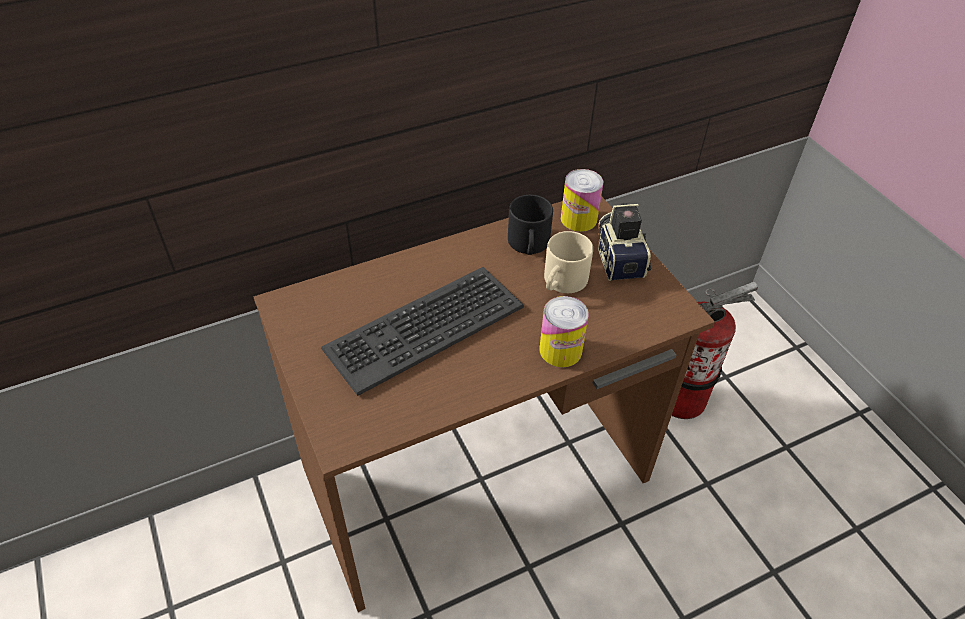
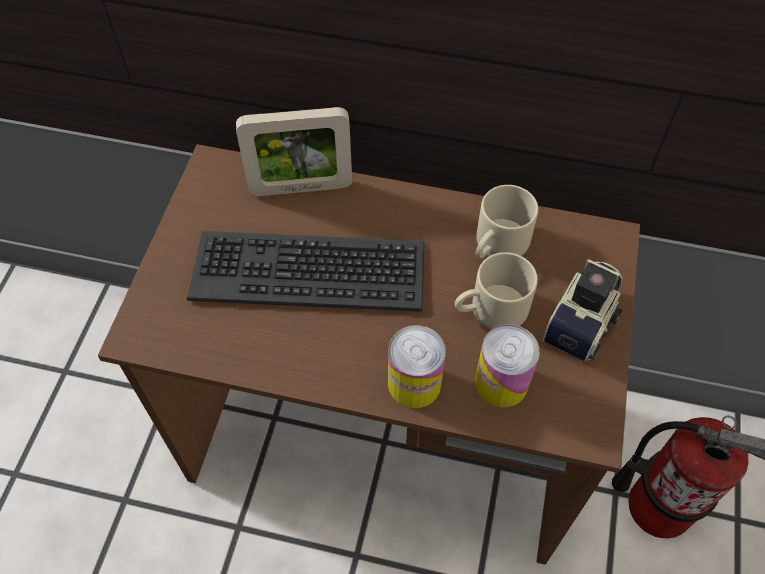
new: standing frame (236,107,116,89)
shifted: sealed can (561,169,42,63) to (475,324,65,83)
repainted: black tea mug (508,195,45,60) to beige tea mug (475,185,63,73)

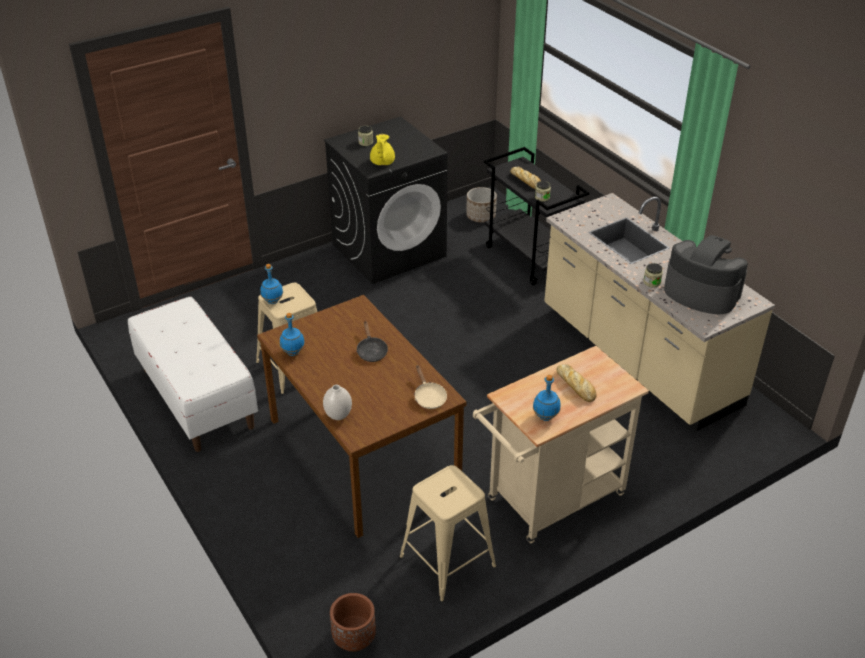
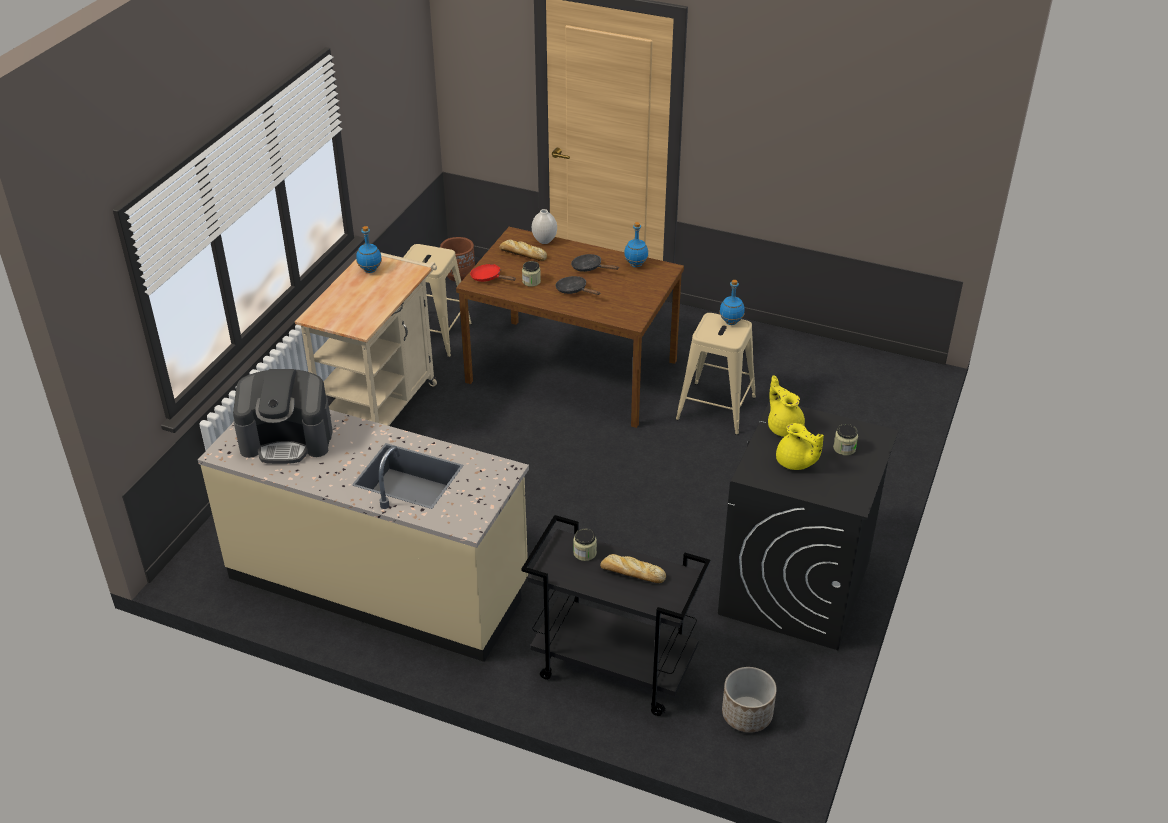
gone: white bench (128,296,130,156)
new: black frying pan (571,254,48,18); yellow-coloured tea pot (776,423,48,47)
shifted: bread (556,364,41,38) to (500,240,47,21); storage jar (643,263,20,24) to (522,261,19,26)
repainted: beige frying pan (414,366,33,43) to red frying pan (470,264,46,18)

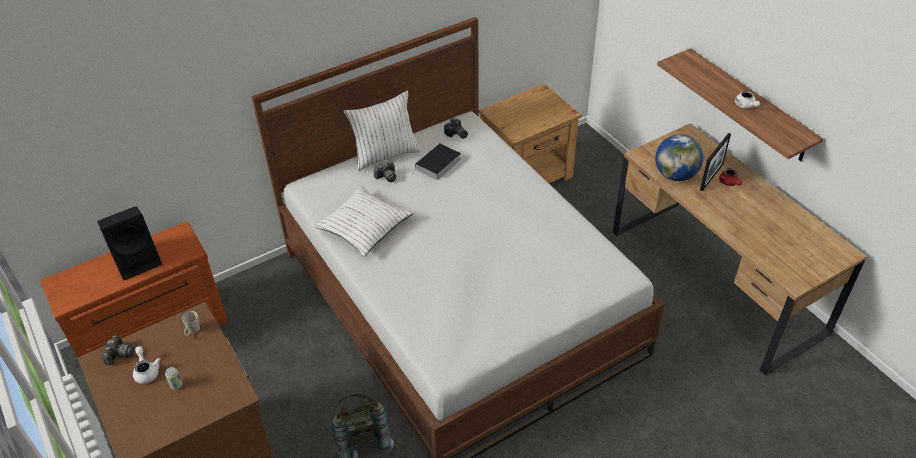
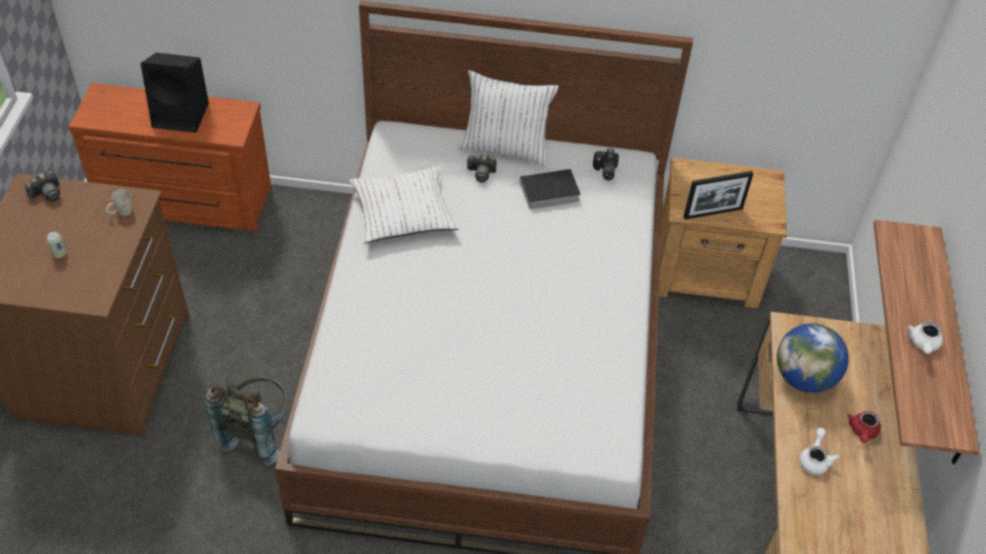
shifted: white tea pot (133,346,28,38) to (799,428,41,47); standing frame (700,133,31,58) to (683,171,71,48)

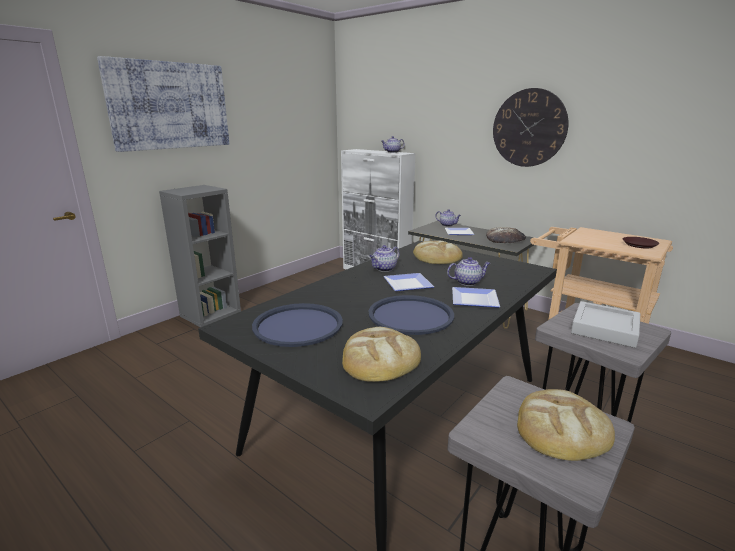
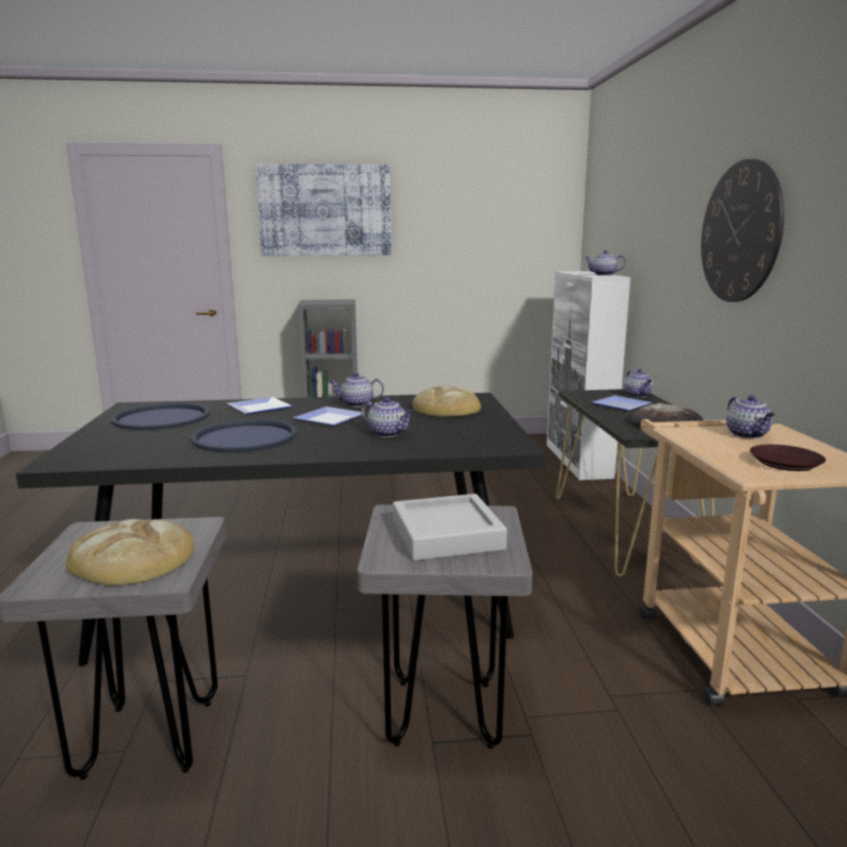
gone: bread (342,327,79,55)
new: tea pot (726,395,49,44)
shifted: dinner plate (452,287,48,21) to (227,397,65,17)

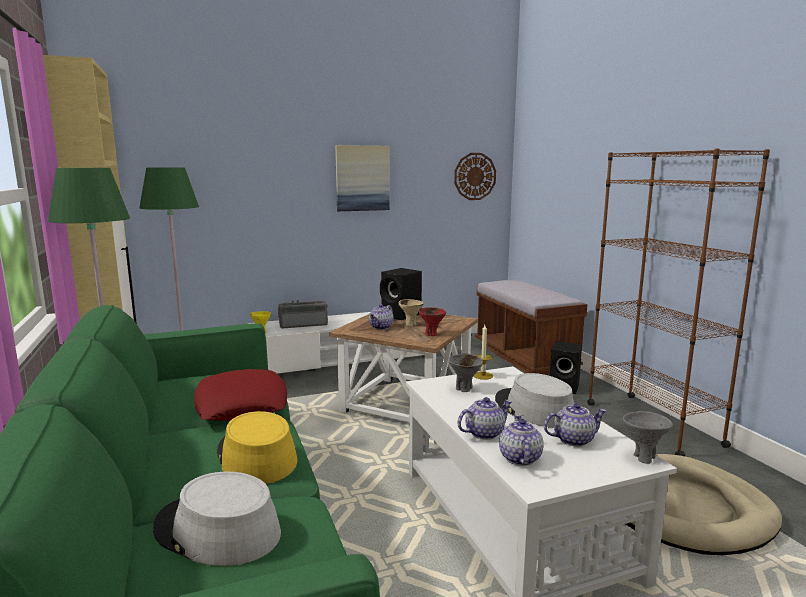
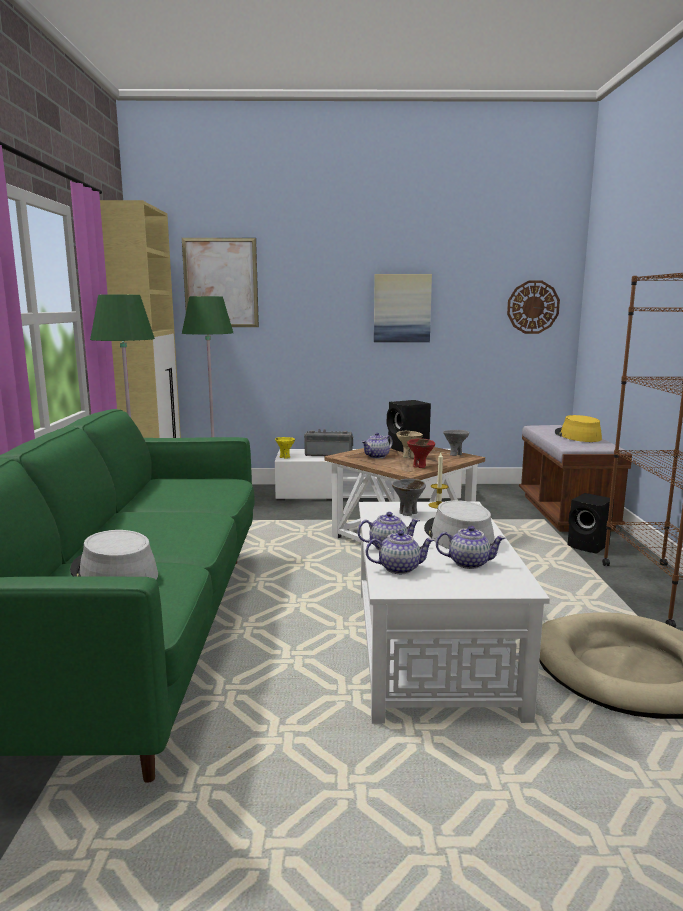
gone: red cushion (194,369,93,52)
new: wall picture (182,238,77,89)
shifted: yellow-coloured clothing hat (217,411,81,73) to (555,415,47,27); greyish deep dish (623,411,50,53) to (443,430,26,26)
rotated: tea pot (499,415,44,51) = (366,530,68,44) 60 degrees clockwise

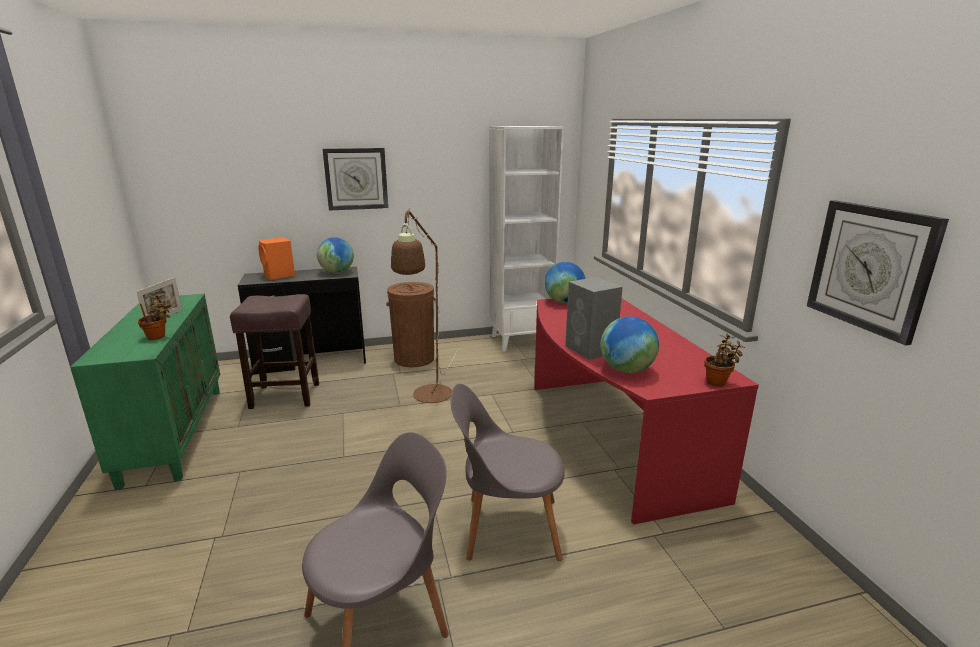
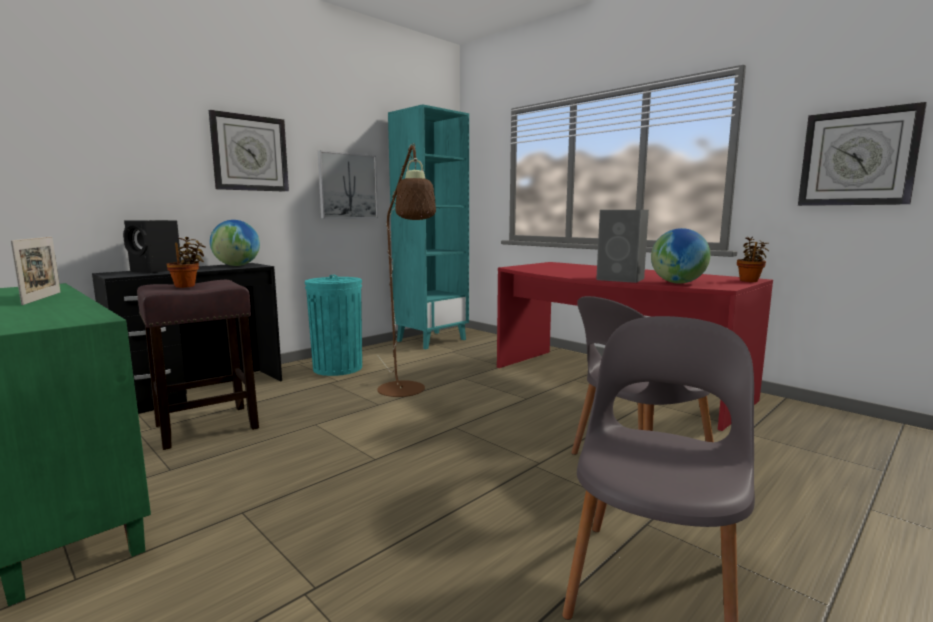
gone: desk globe (544,262,42,41)
new: wall picture (318,150,60,69)
shifted: potted plant (138,294,32,46) to (167,237,39,51)
repainted: orange audio speaker (258,237,37,43) to black audio speaker (123,220,58,53); brown trash can (386,282,49,85) to blue-green trash can (305,275,57,101); white bookshelf (490,126,74,226) to blue-green bookshelf (388,104,81,246)

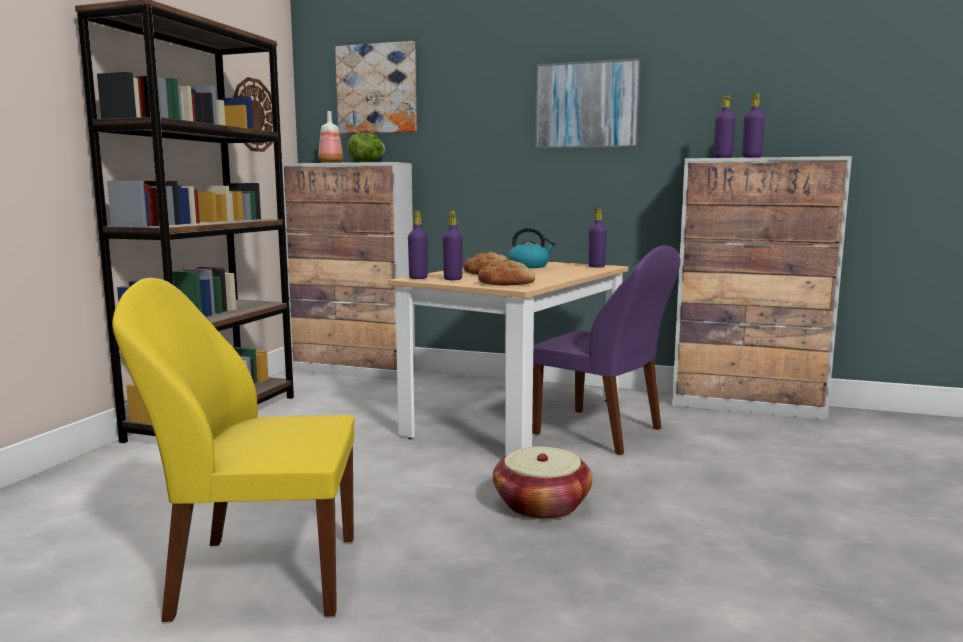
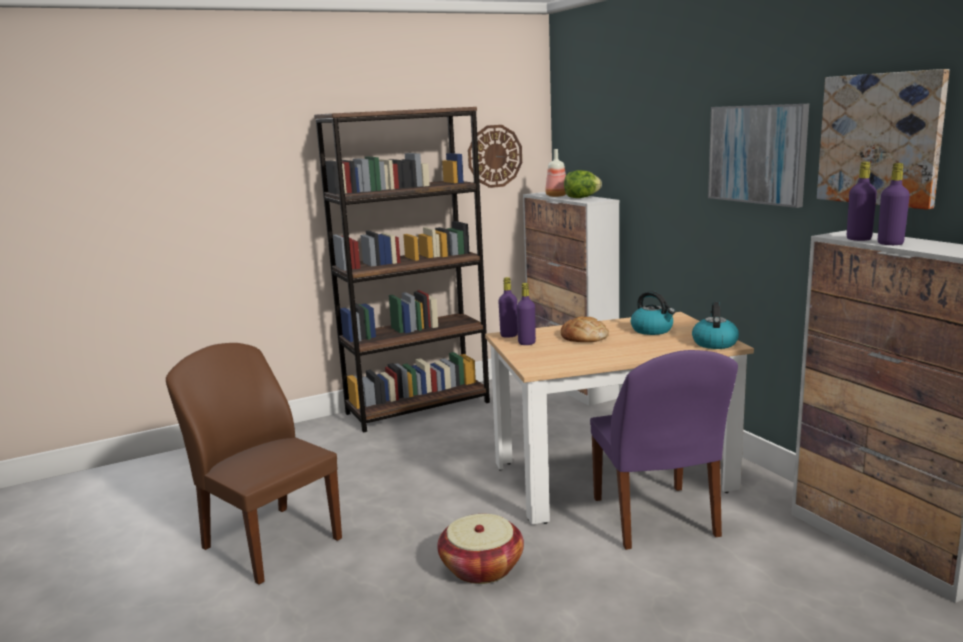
gone: bread (478,259,57,26)
shifted: wall picture (335,41,82,93) to (817,69,133,141)
swapped: purplish beverage bottle (588,208,19,60) to tea kettle (692,302,47,47)
repainted: yellow-coloured plain chair (112,278,243,344) to brown plain chair (166,343,176,242)

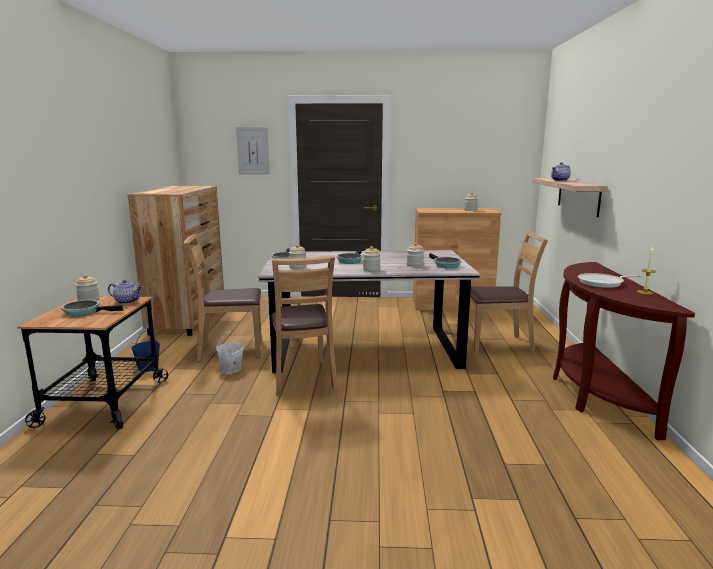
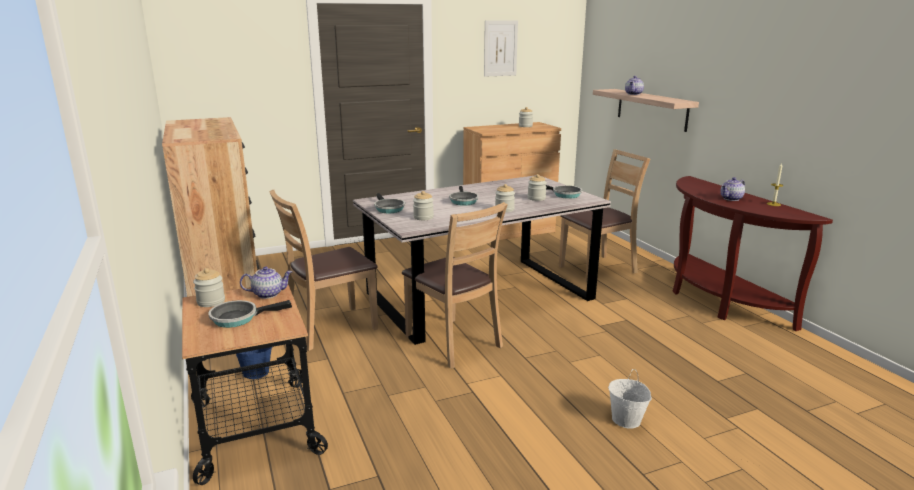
shifted: white bucket (216,332,28,41) to (608,369,44,60); wall picture (236,127,34,48) to (484,20,34,57)
swapped: frying pan (578,273,63,15) to tea pot (720,177,25,24)

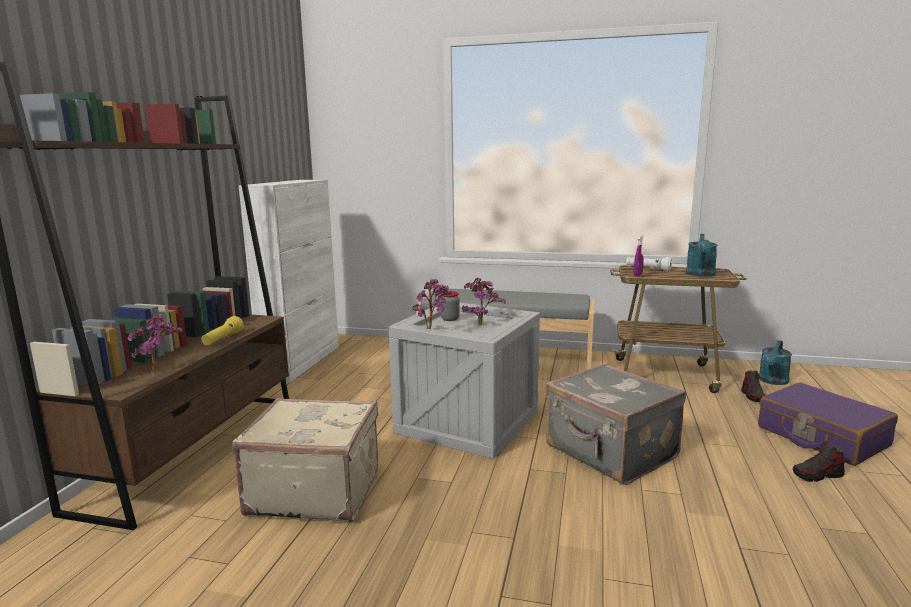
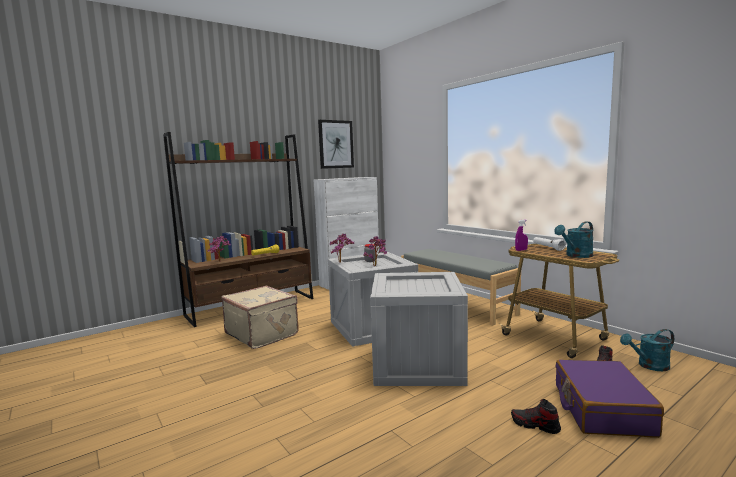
new: wall picture (318,120,36,49)
swapped: greyish suitcase (545,364,141,121) to packing crate (370,272,98,114)

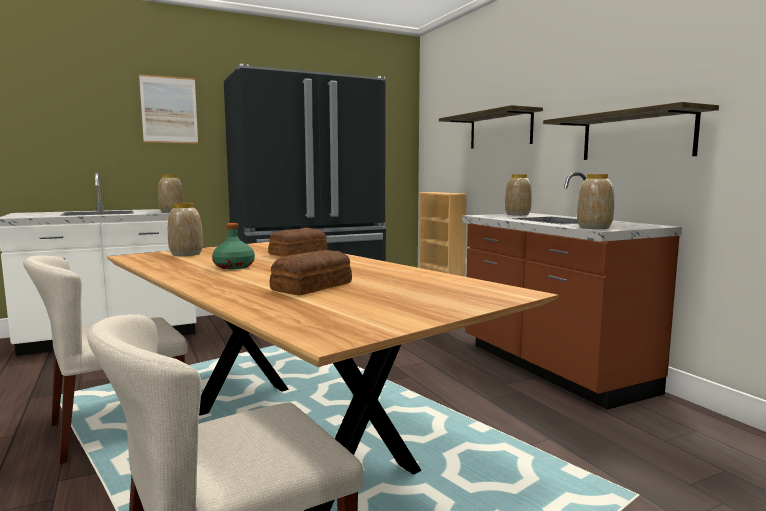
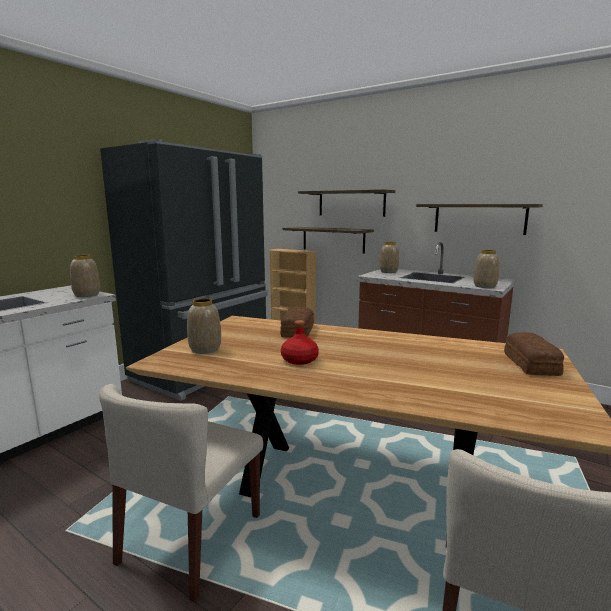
gone: wall picture (139,74,59,70)
new: shelf (282,227,92,27)
shifted: bread (270,250,82,45) to (504,332,60,44)
repainted: greenish beverage bottle (212,223,43,46) to red beverage bottle (281,320,38,45)

